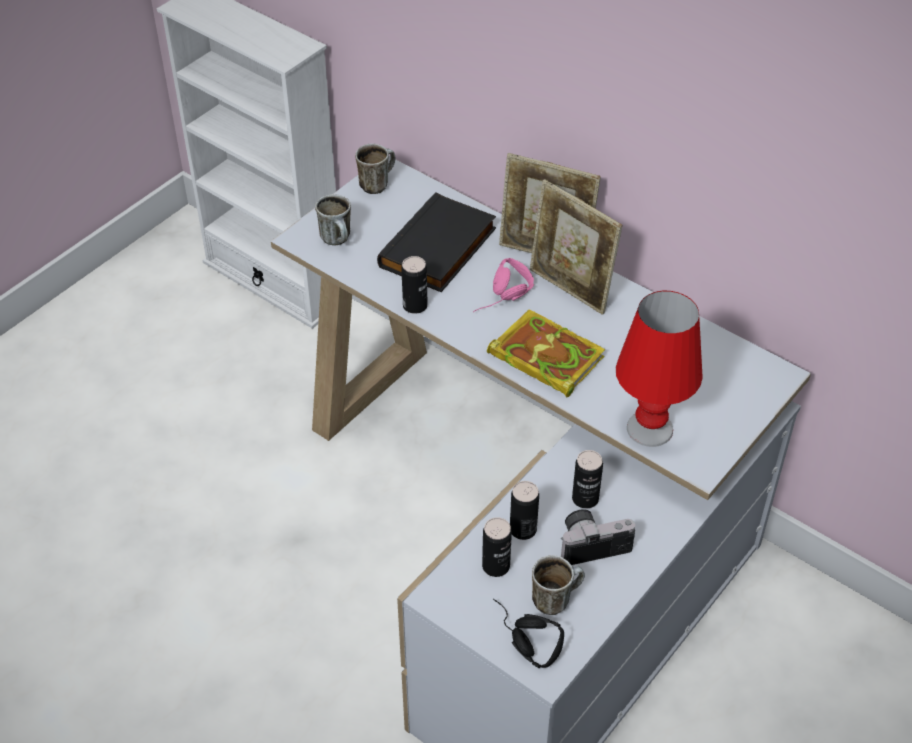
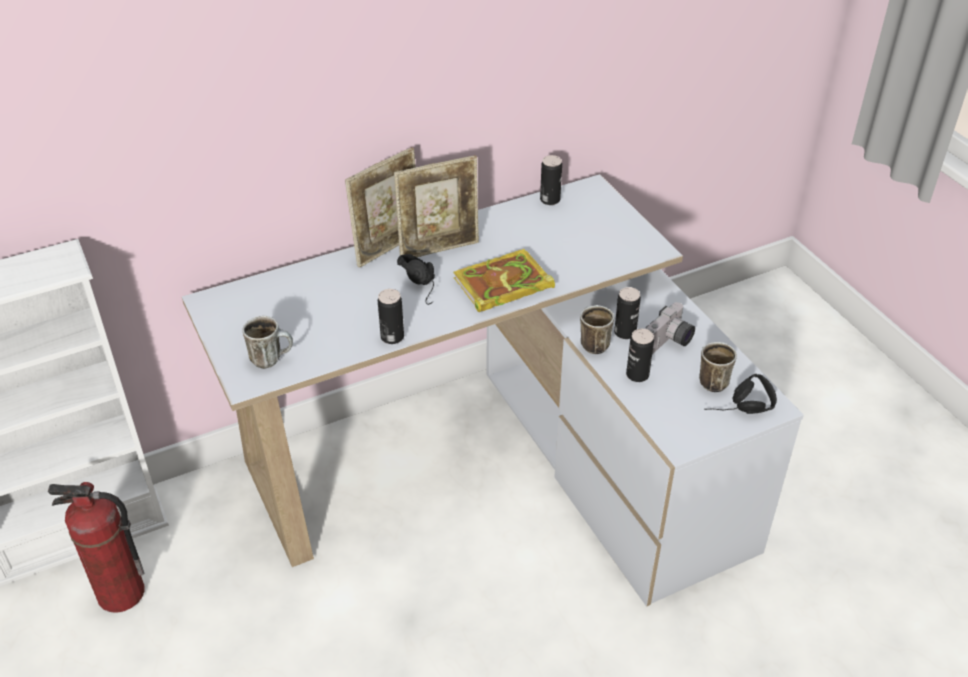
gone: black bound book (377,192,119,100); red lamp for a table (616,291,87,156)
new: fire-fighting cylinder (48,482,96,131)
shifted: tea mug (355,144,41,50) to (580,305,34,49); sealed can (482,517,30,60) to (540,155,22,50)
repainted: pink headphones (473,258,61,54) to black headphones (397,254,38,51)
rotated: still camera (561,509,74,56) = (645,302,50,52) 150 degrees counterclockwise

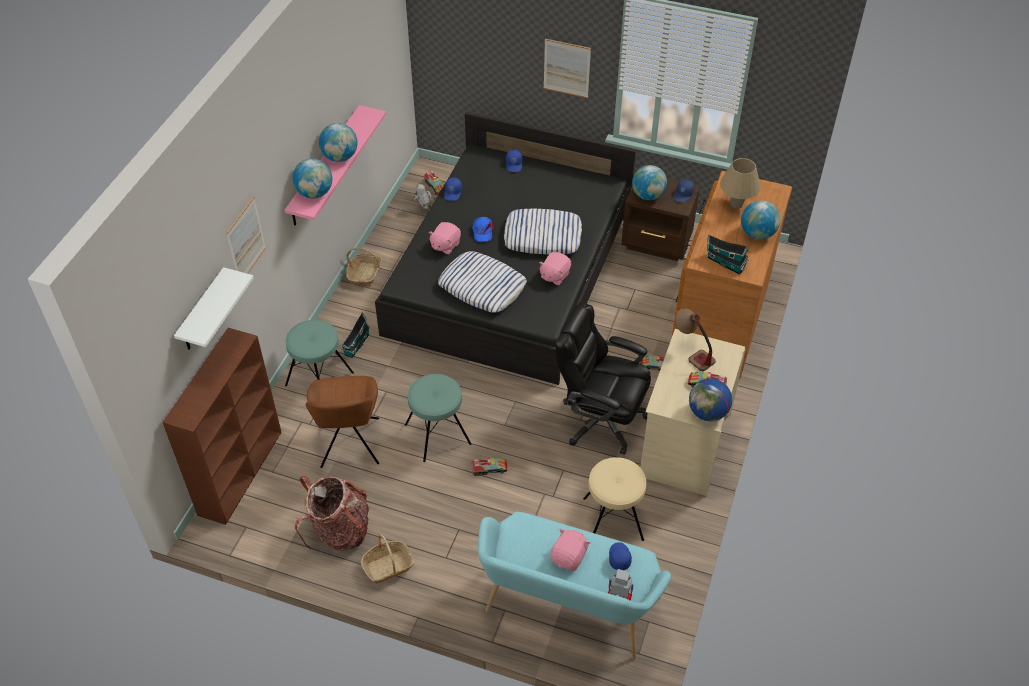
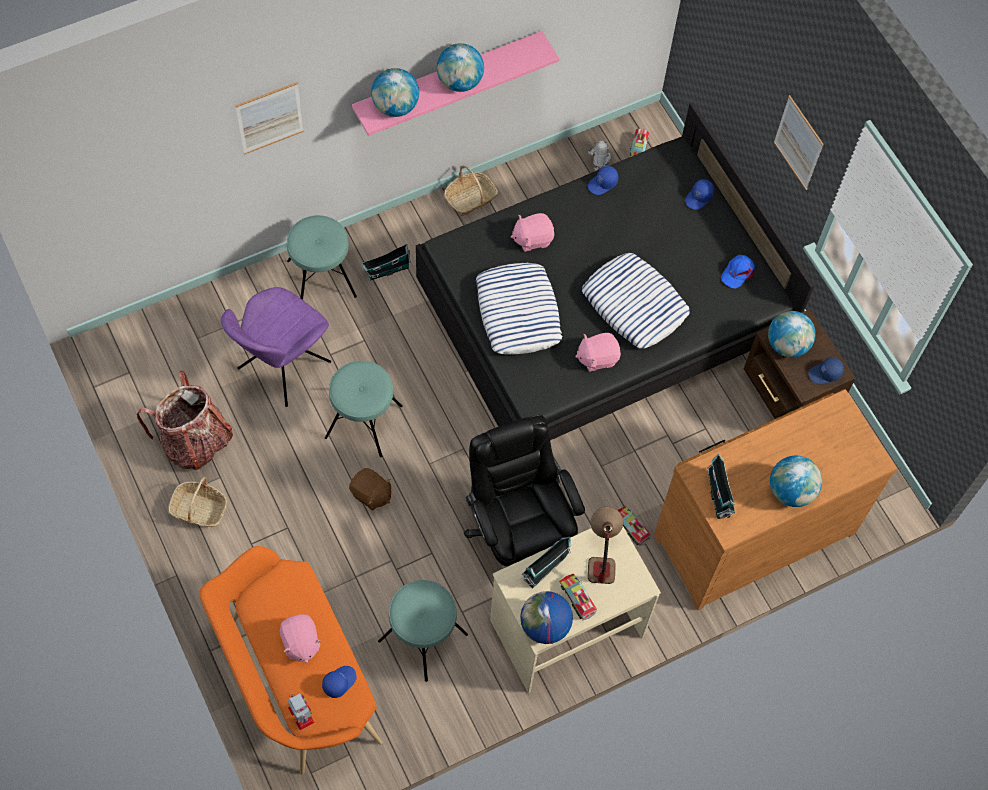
gone: brown bookshelf (162,328,119,197); white shelf (174,267,80,83); beige lamp for a table (720,158,41,51)
new: toy house (522,536,49,52)
shifted: blue peaked cap (472,217,22,25) to (721,254,34,34)
swapped: toy truck (471,458,37,18) to brown cuddly toy (349,468,42,43)
repainted: brown plain chair (306,376,73,92) to purplish plain chair (221,287,110,120); blue-green bench (478,511,193,149) to orange bench (199,546,183,229); beige sitting stool (583,457,63,84) to blue-green sitting stool (378,580,90,102)
rotated: pink cuddly toy (550,529,40,42) = (280,615,41,48) 90 degrees clockwise

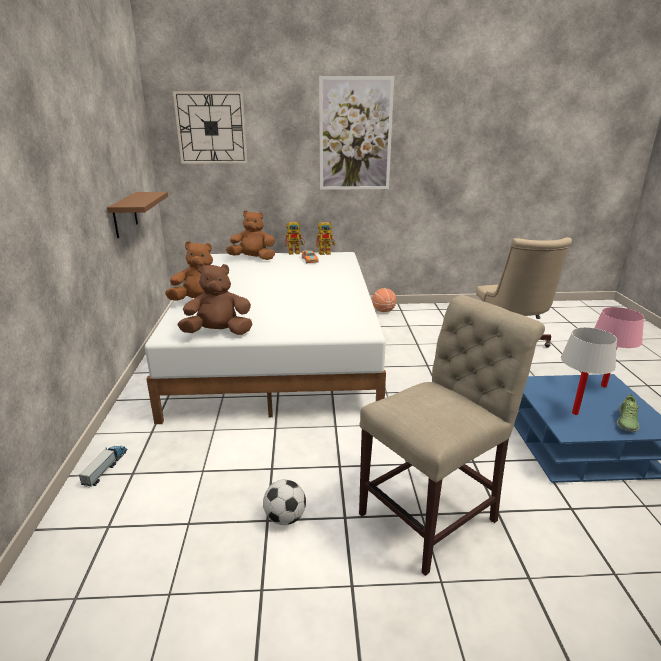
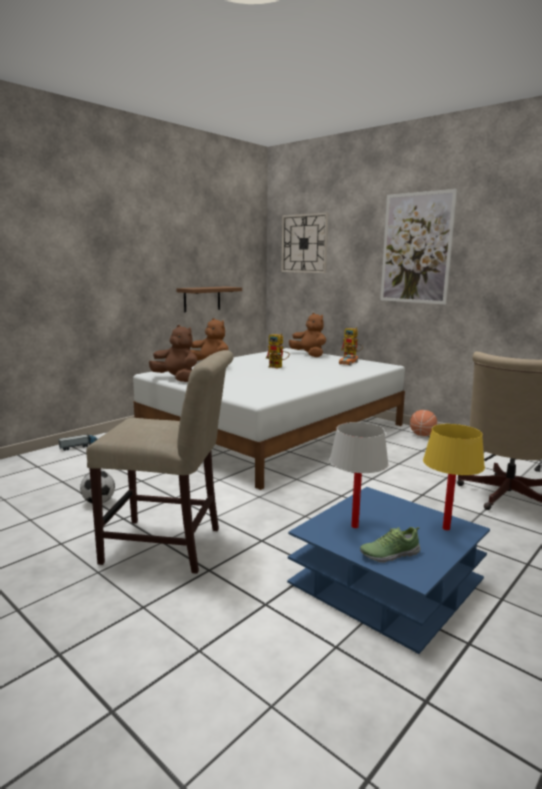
shifted: robot figure (316,221,20,34) to (266,333,24,35)
repainted: pink lamp for a table (594,307,50,81) to yellow-coloured lamp for a table (423,424,62,106)

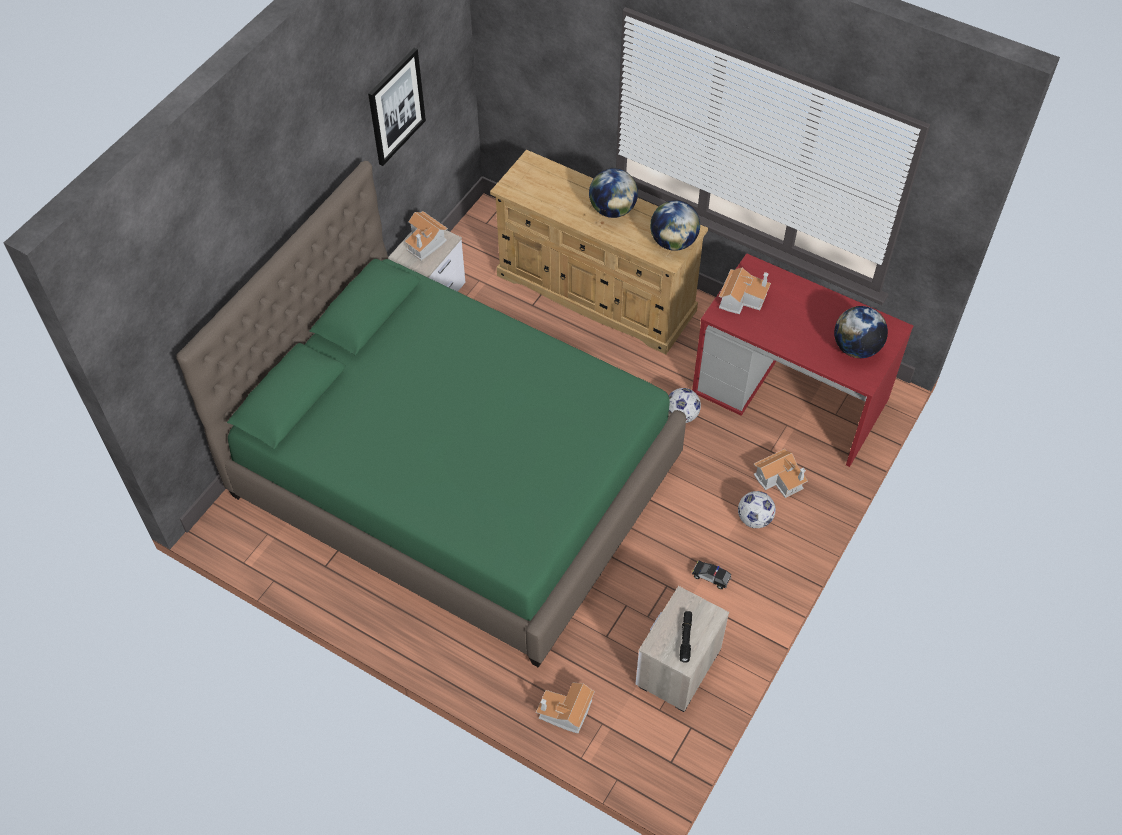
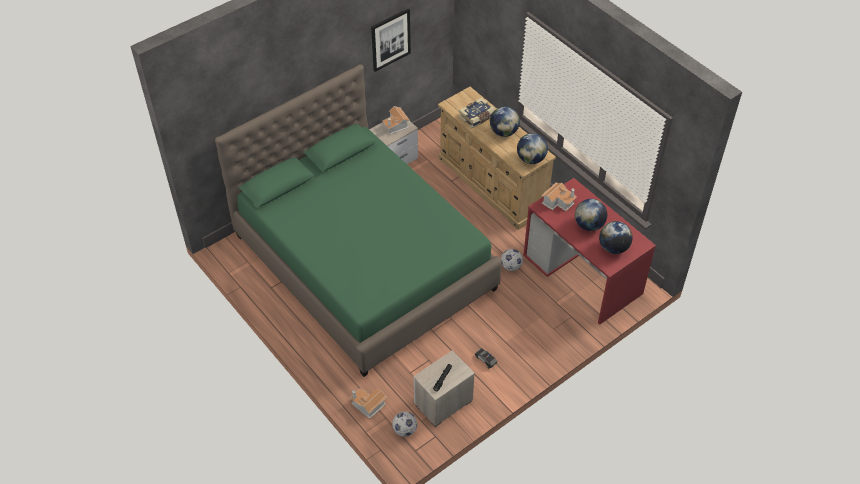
gone: toy house (754,449,54,49)
new: bound book (459,97,36,31); desk globe (575,199,32,32)
shifted: ball for football (738,491,38,37) to (392,412,25,25)

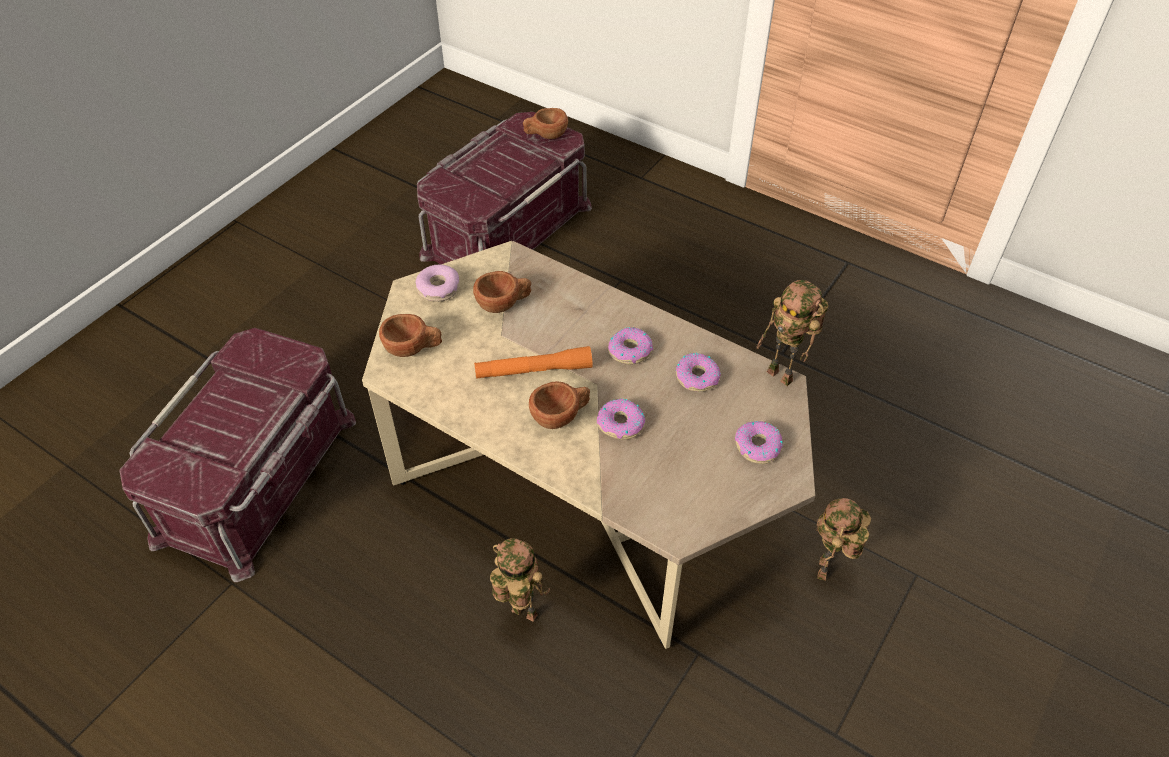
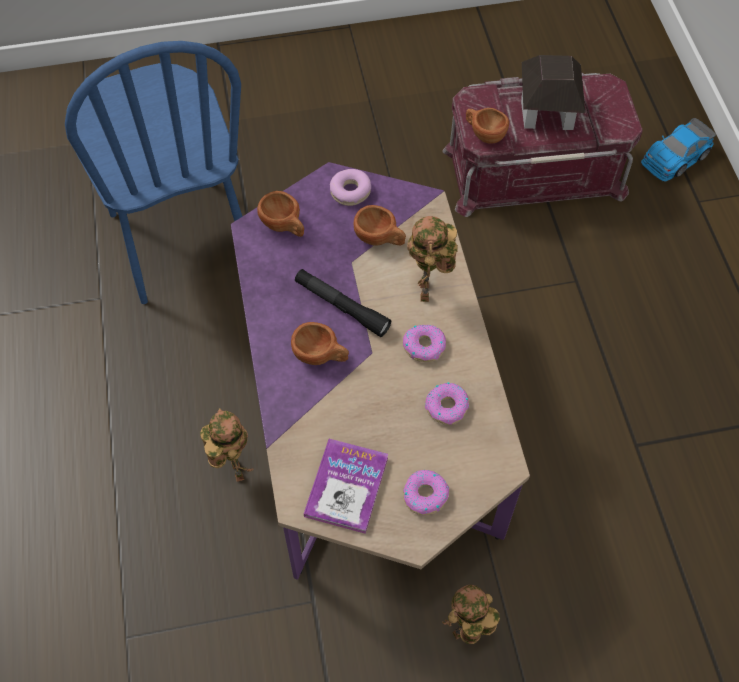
gone: doughnut (597,398,48,42)
new: bound book (304,439,84,95); toy house (521,55,64,75); miniature car (641,118,75,64)
shifted: brown small cup (523,108,45,31) to (466,108,43,36); robot figure (756,280,72,106) to (407,216,51,86)
swapped: red storage container (119,328,237,254) to blue plain chair (65,41,178,263)
repainted: beige lounge table (362,241,453,408) to purplish lounge table (231,162,299,418); orange hand torch (474,346,119,33) to black hand torch (295,269,96,68)

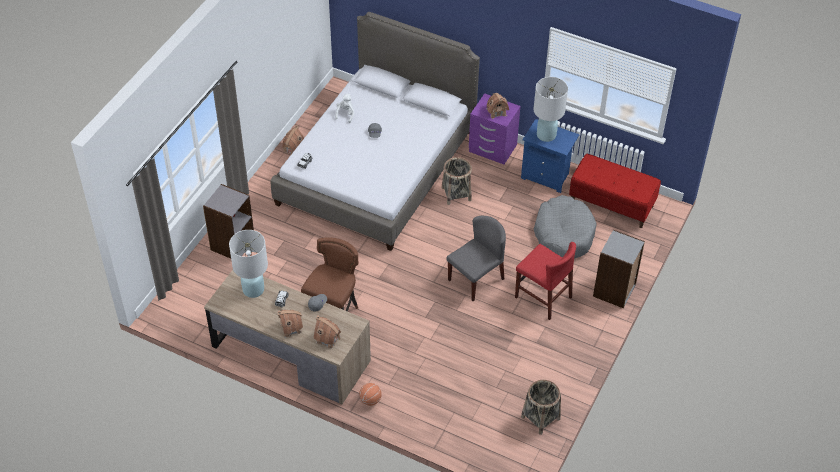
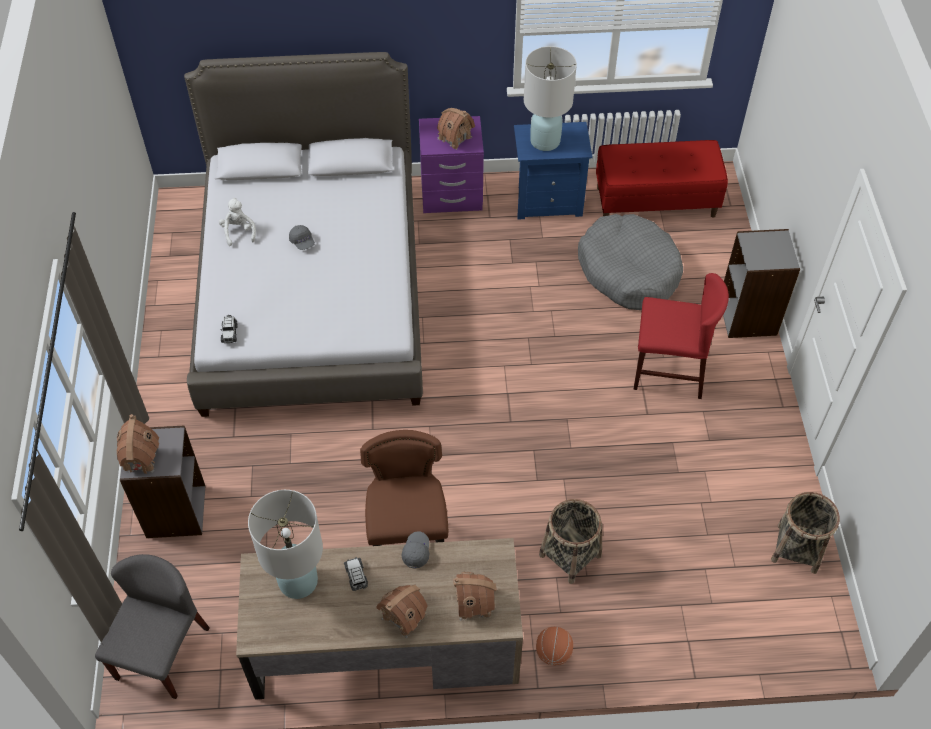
shifted: toy house (282,125,22,29) to (117,414,42,60); household basket (442,157,30,48) to (539,499,64,85); greyish plain chair (446,216,60,85) to (95,554,115,145)

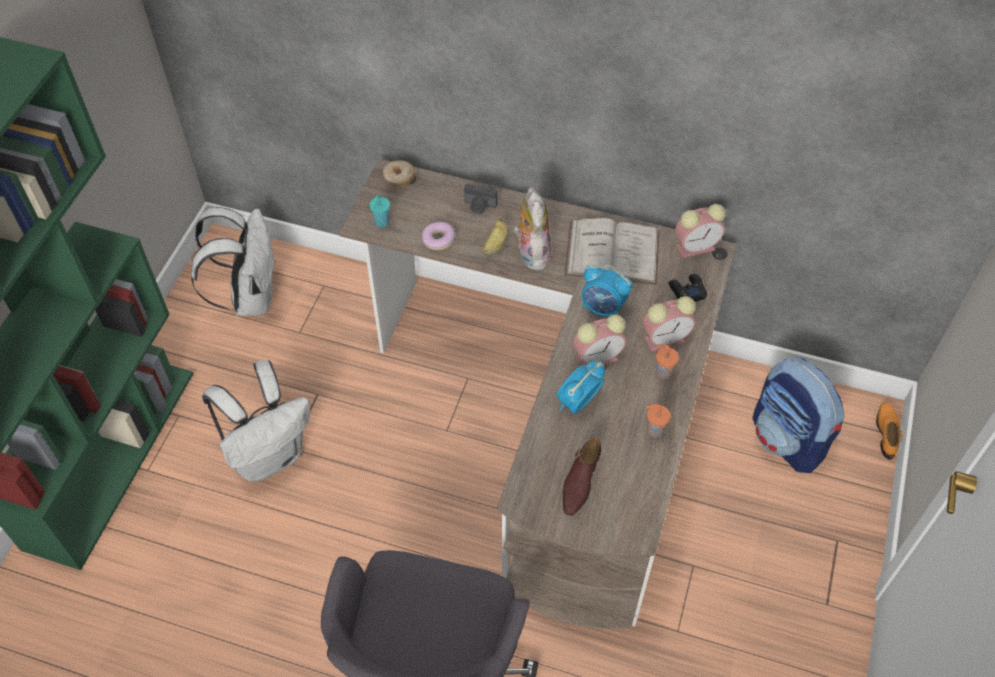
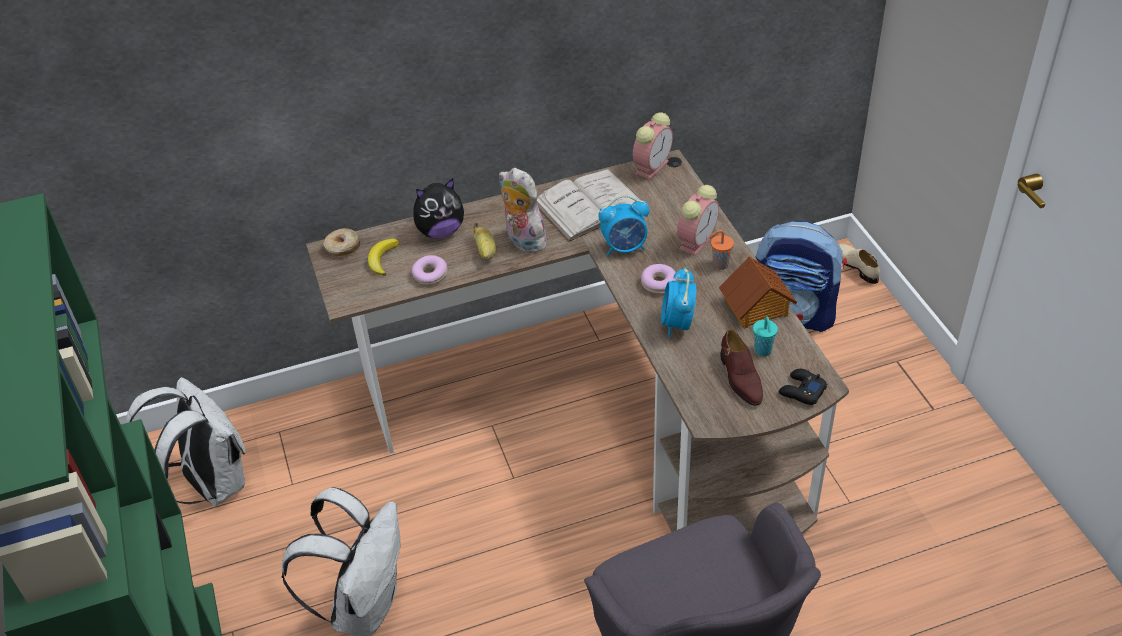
new: banana fruit (368,239,31,37)
shifted: blue-green small cup (370,195,20,32) to (753,317,25,39); black game controller (669,274,38,28) to (779,369,48,36)
swapped: still camera (464,184,33,30) to cuddly toy (413,178,51,60); alarm clock (573,314,53,52) to doughnut (641,264,35,30); orange small cup (646,404,25,33) to toy house (719,256,78,73)
repainted: orange item of footwear (876,402,27,58) to beige item of footwear (839,244,41,40)

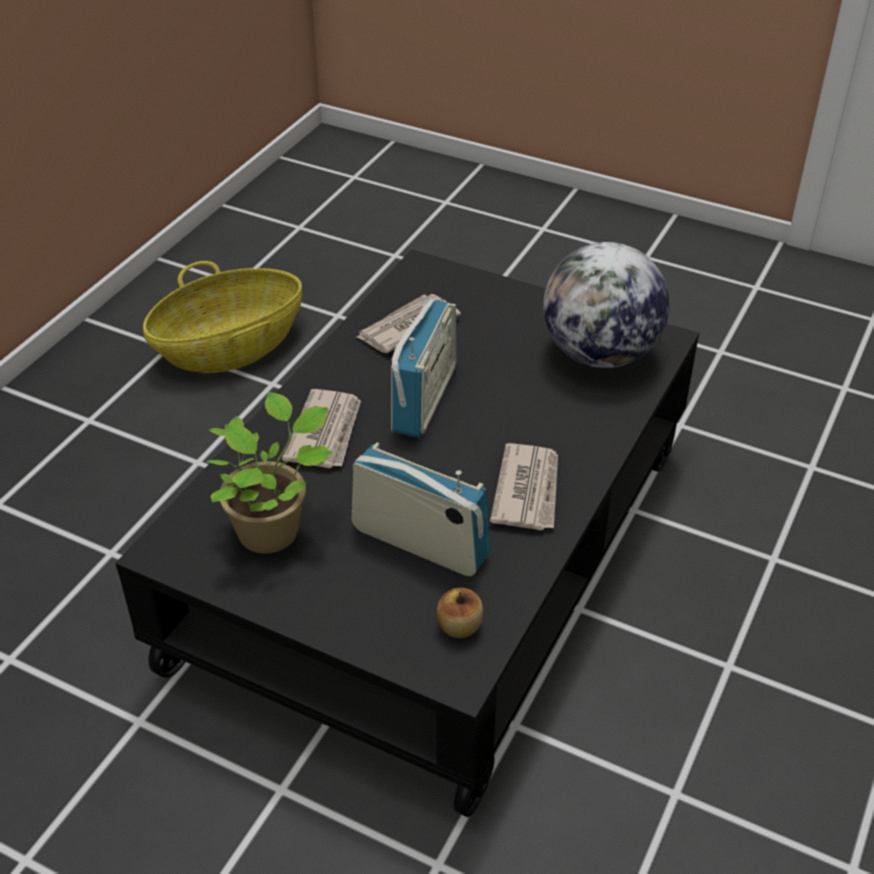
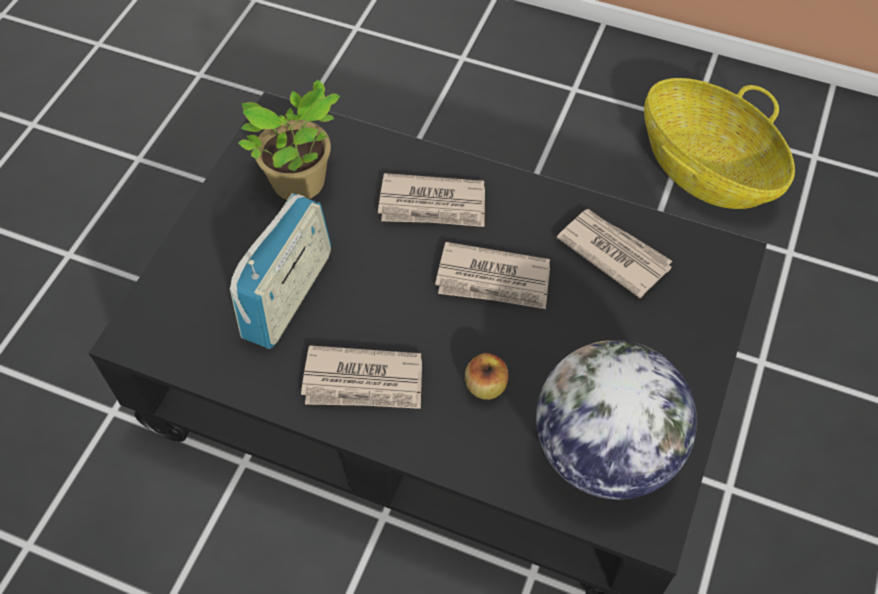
shifted: whole apple (436,587,48,51) to (465,353,43,47)
swapped: radio receiver (391,299,66,139) to daily paper (435,242,115,67)

